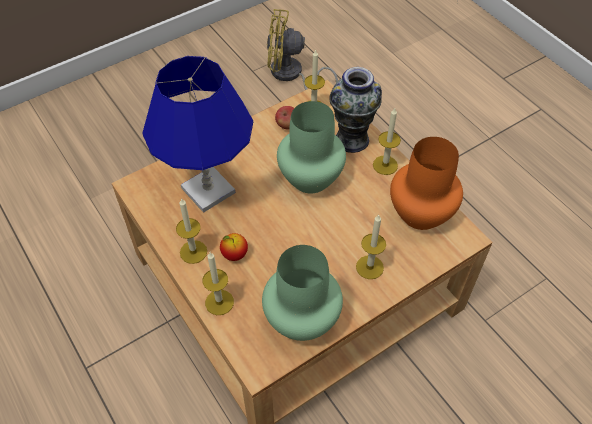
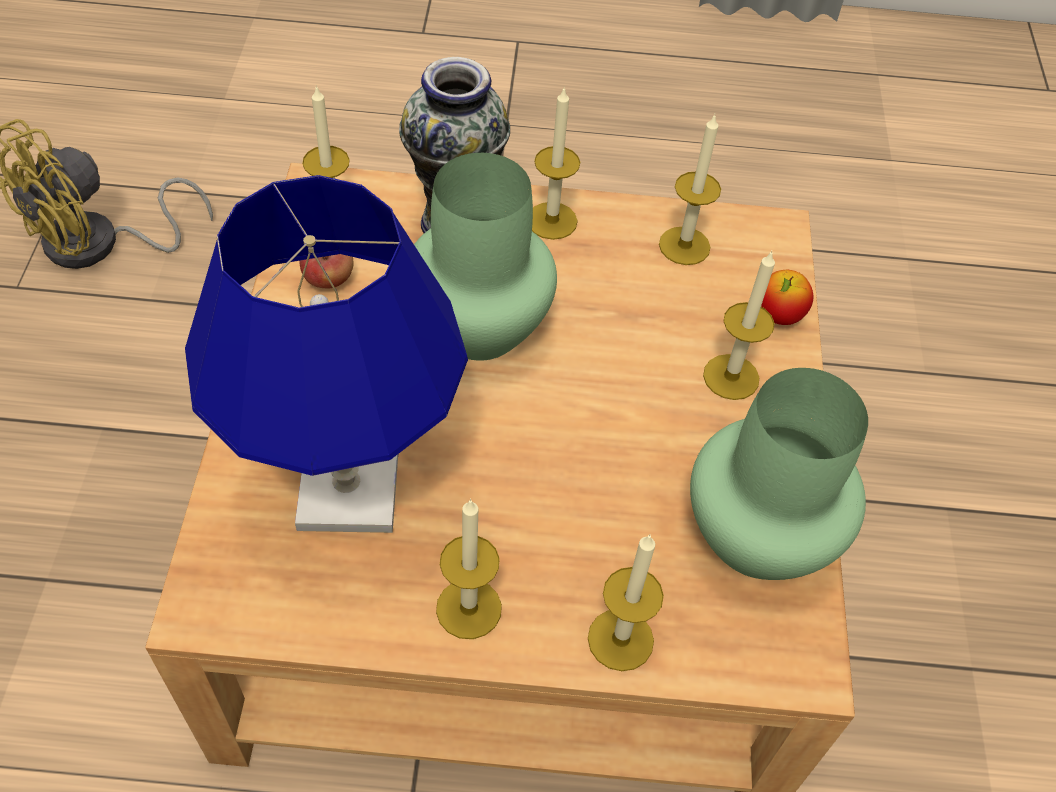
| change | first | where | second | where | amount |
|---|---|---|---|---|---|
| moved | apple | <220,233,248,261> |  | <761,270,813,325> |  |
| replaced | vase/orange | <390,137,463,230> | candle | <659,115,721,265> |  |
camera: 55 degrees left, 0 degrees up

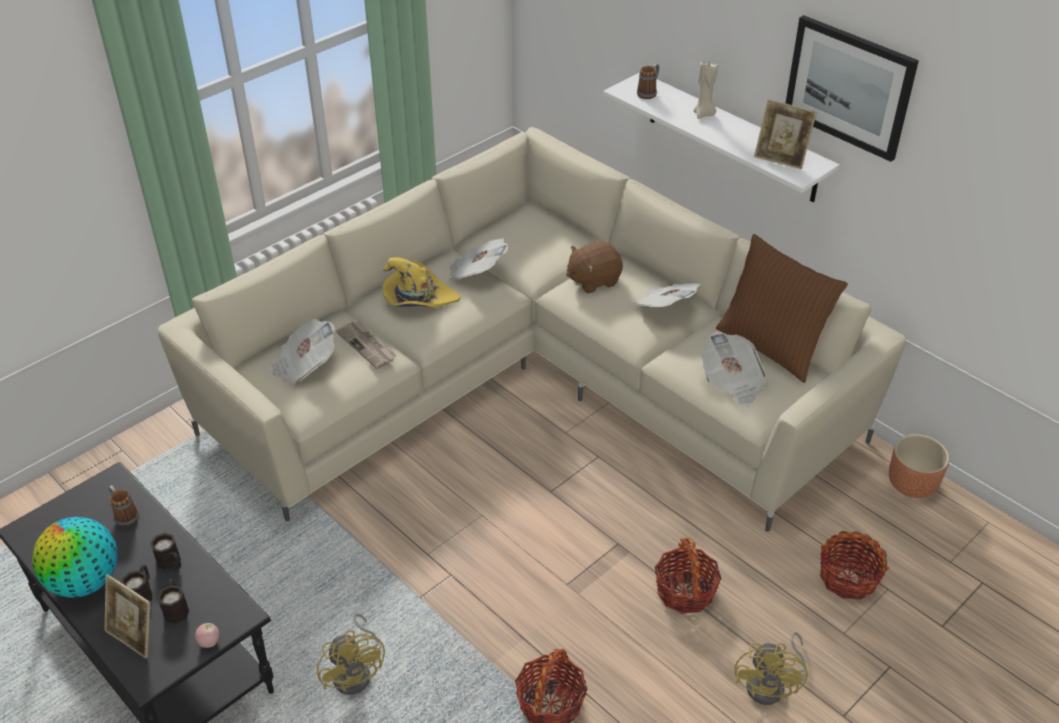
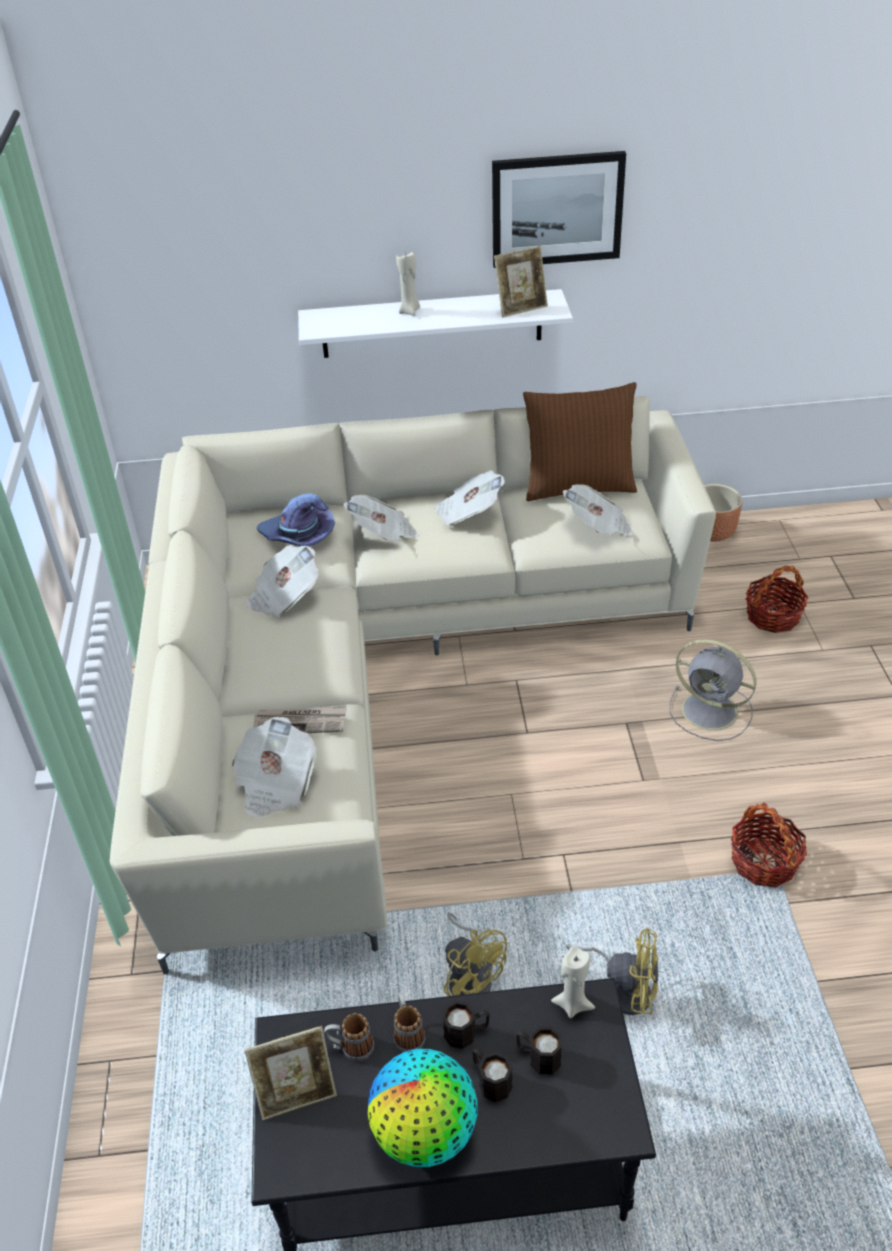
| change | first | where | second | where | amount |
|---|---|---|---|---|---|
| removed | apple | <195,623,219,648> |  |  |  |
| removed | hat/yellow | <382,257,461,307> |  |  |  |
| added |  |  | hat/purple | <257,493,335,547> |  |
| added |  |  | candle/beige | <551,946,595,1018> |  |
| moved | picture frame | <104,574,150,659> |  | <245,1026,337,1120> |  |
| moved | mug | <637,64,659,99> |  | <394,993,426,1052> |  |
| moved | fan/yellow | <735,632,808,705> |  | <444,912,507,996> |  |
| replaced | plush toy/brown | <566,241,623,294> | newspaper | <344,495,420,541> |  |
| replaced | basket | <655,538,722,614> | fan/grey | <670,639,757,741> |  |
camera: 50 degrees left, 0 degrees up

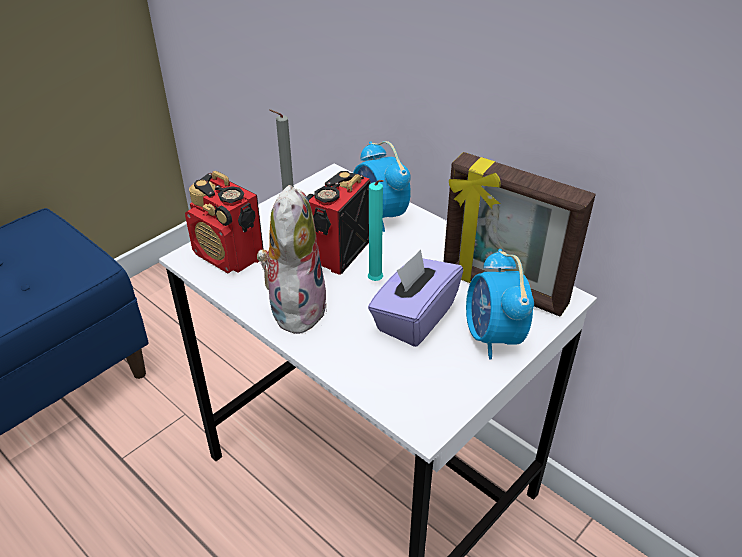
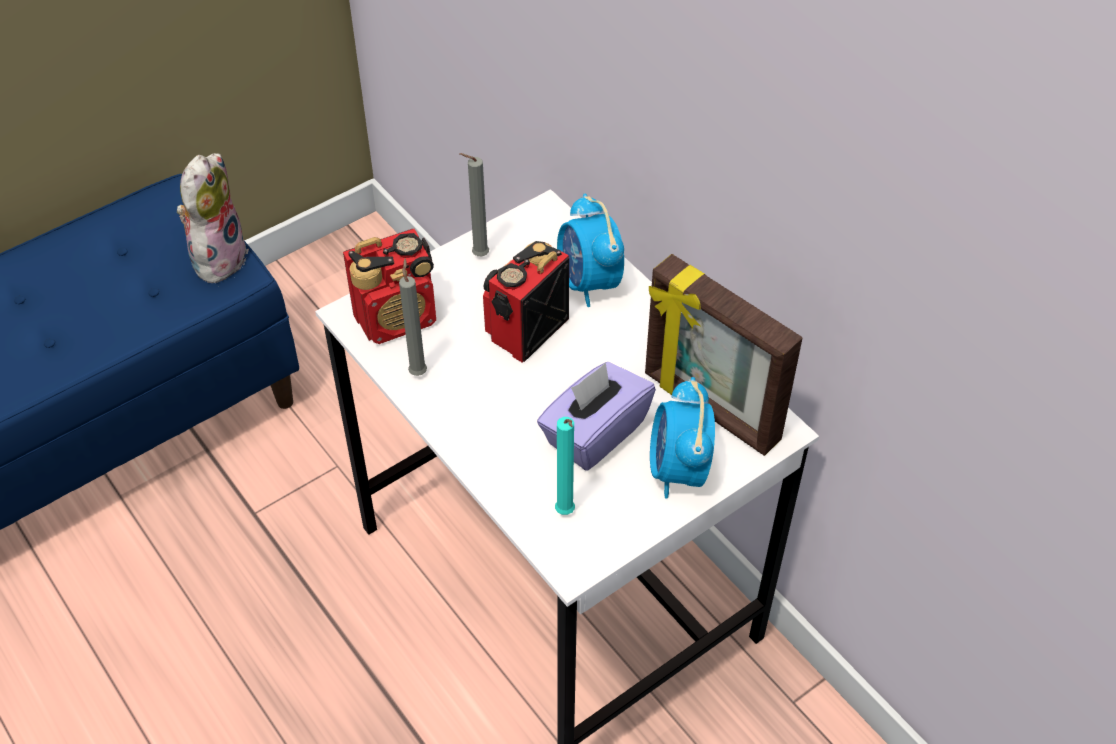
| change | first | where | second | where | amount |
|---|---|---|---|---|---|
| added |  |  | candle/grey | <399,258,427,376> |  |
| moved | plush toy | <257,185,327,336> |  | <177,153,248,283> |  |
| moved | candle/turquoise | <368,180,384,281> |  | <555,417,575,515> |  |
| turned | radio | <185,171,264,274> |  | <343,229,436,344> | 75 degrees counterclockwise |
camera: 10 degrees right, 10 degrees up

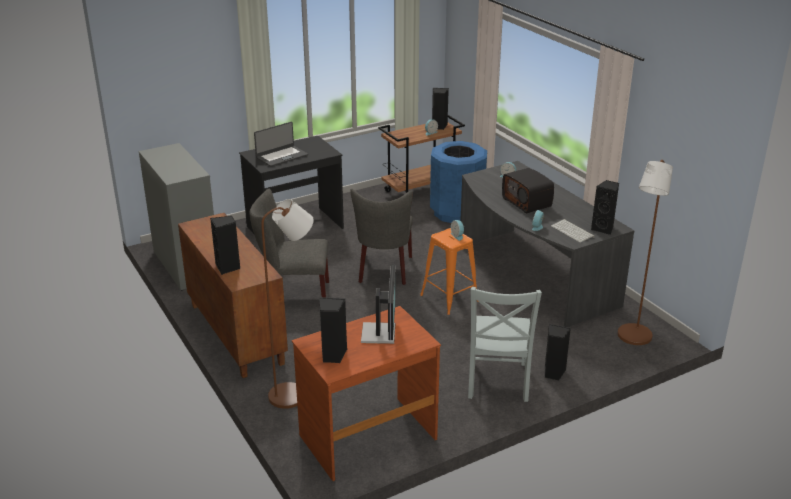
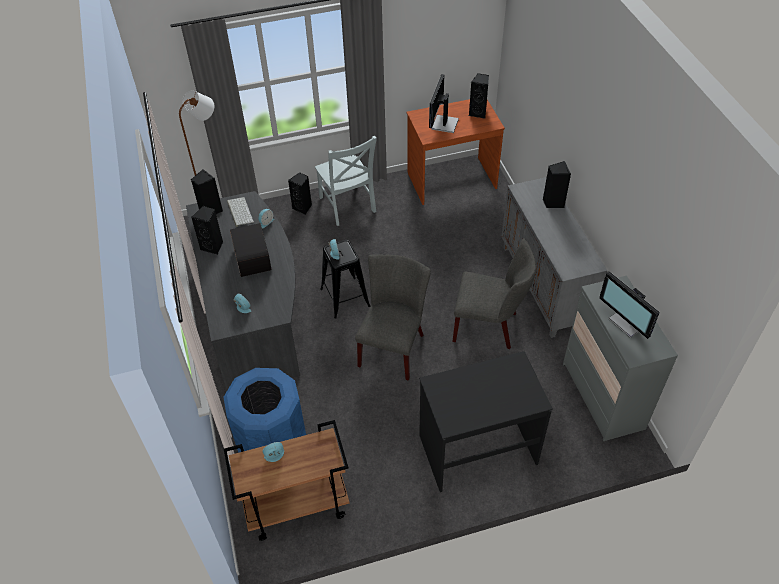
| change | first | where | second | where | amount |
|---|---|---|---|---|---|
| removed | laptop | <254,122,308,167> |  |  |  |
| removed | floor lamp/brown | <261,199,314,409> |  |  |  |
| added |  |  | monitor | <599,271,660,339> |  |
| moved | speaker/black | <432,88,449,130> |  | <191,206,223,255> |  |
| recoloured | cabinet/brown | <178,213,288,378> | cabinet/grey | <501,177,608,338> |  |
| recoloured | stool/orange | <420,228,478,315> | stool/black | <320,239,370,319> |  |
| turned | chair/grey | <468,287,542,402> |  | <315,136,377,226> | 135 degrees clockwise |
camera: 165 degrees left, 20 degrees up

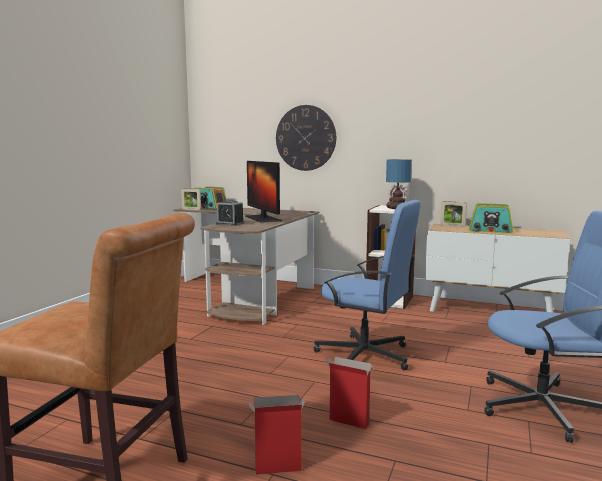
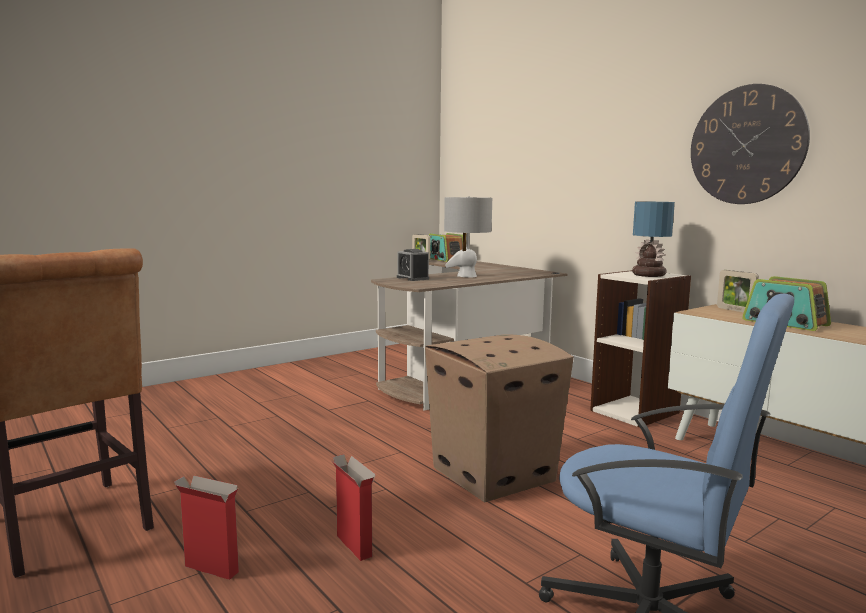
| change | first | where | second | where | amount |
|---|---|---|---|---|---|
| moved | wall clock | <276,105,336,171> |  | <691,84,810,204> |  |
| replaced | monitor | <245,161,282,223> | table lamp/grey | <444,197,492,278> |  |
| replaced | office chair/blue | <314,200,420,371> | cardboard box | <425,334,574,503> |  |
camera: 30 degrees right, 0 degrees up

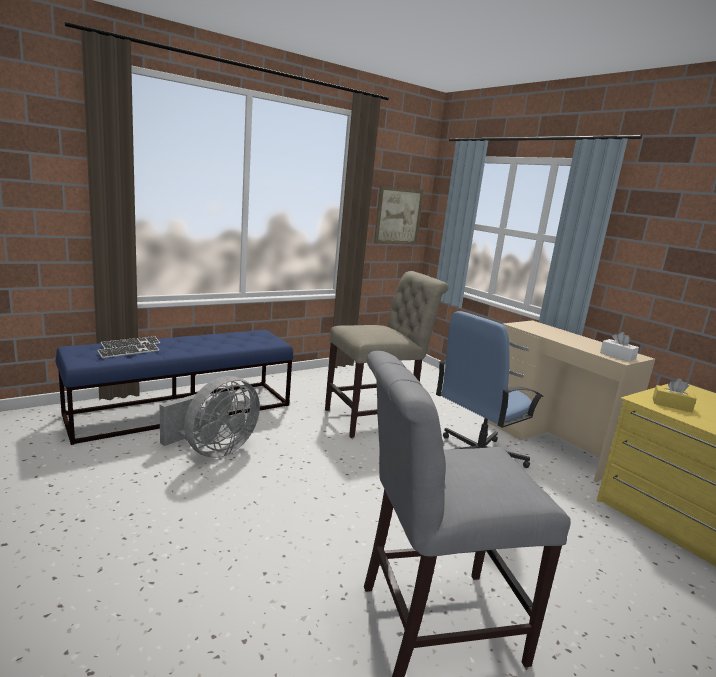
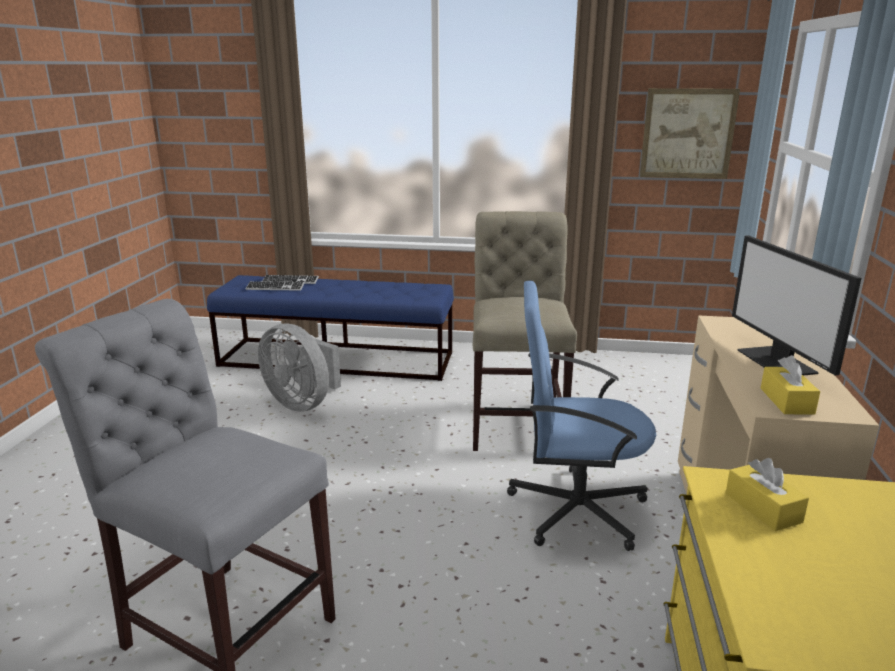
| change | first | where | second | where | amount |
|---|---|---|---|---|---|
| added |  |  | monitor | <732,235,862,375> |  |
| recoloured | tissue box/white | <600,332,639,362> | tissue box/yellow | <761,355,820,415> |  |
| turned | fan/grey | <160,376,260,458> |  | <258,323,341,412> | 45 degrees clockwise |
| turned | chair/beige | <325,271,449,438> |  | <473,211,577,451> | 105 degrees counterclockwise |
camera: 45 degrees right, 5 degrees up

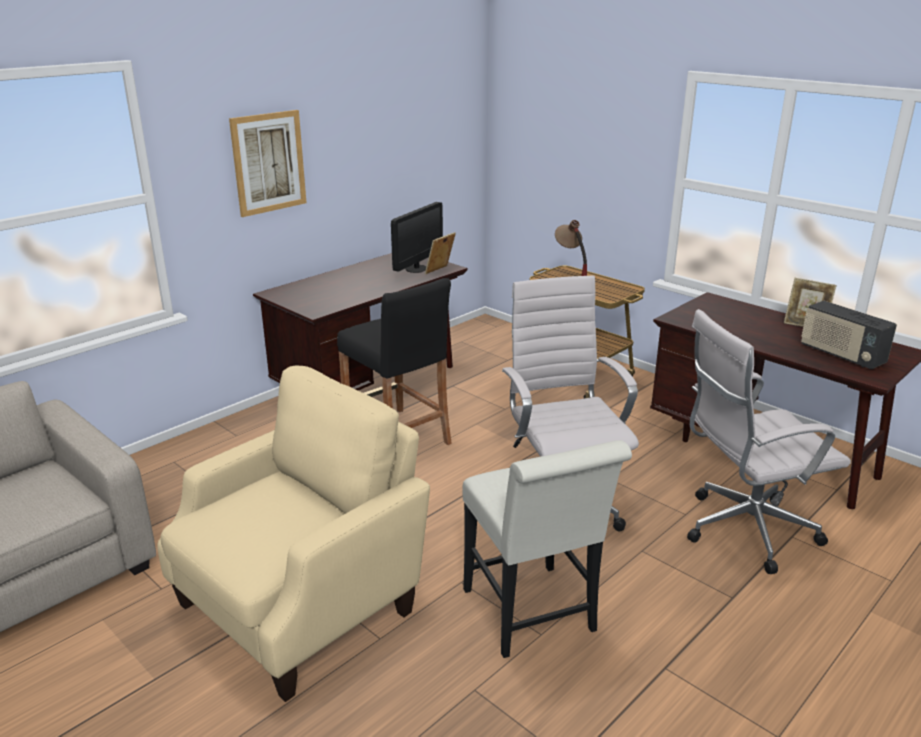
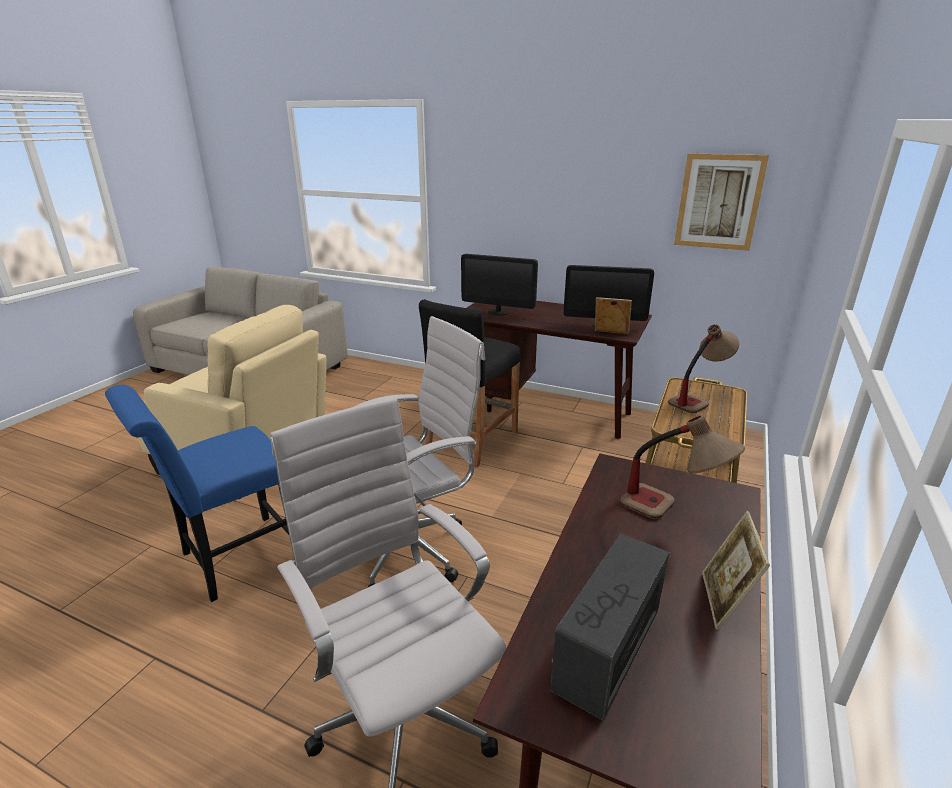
| change | first | where | second | where | amount |
|---|---|---|---|---|---|
| added |  |  | monitor | <461,254,538,315> |  |
| added |  |  | table lamp | <620,415,745,519> |  |
| moved | picture | <229,110,307,217> |  | <674,153,769,251> |  |
| recoloured | chair/white | <462,440,632,658> | chair/blue | <105,385,289,602> |  |
camera: 70 degrees right, 0 degrees up

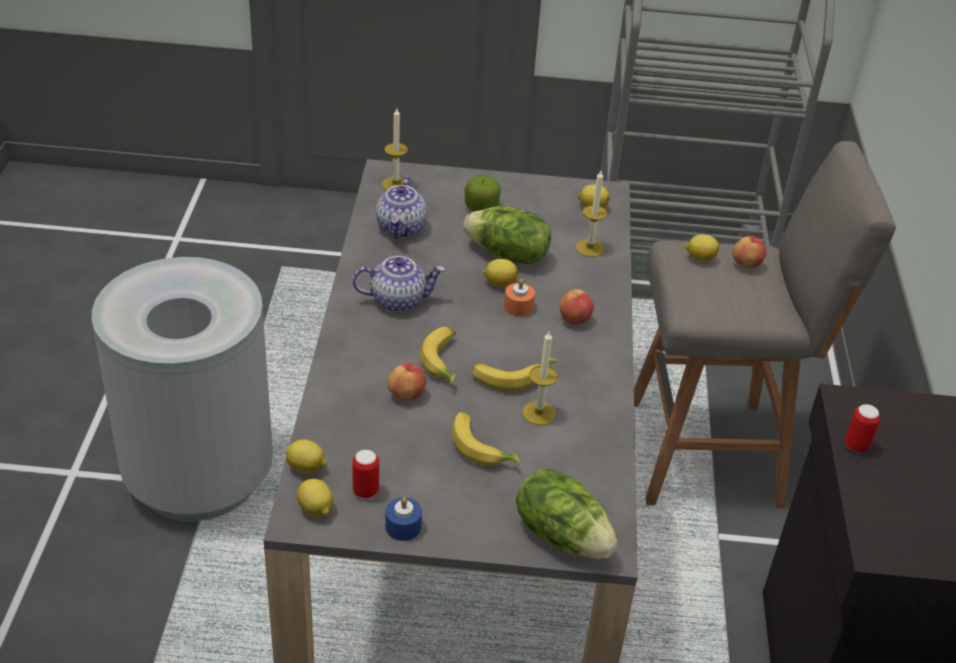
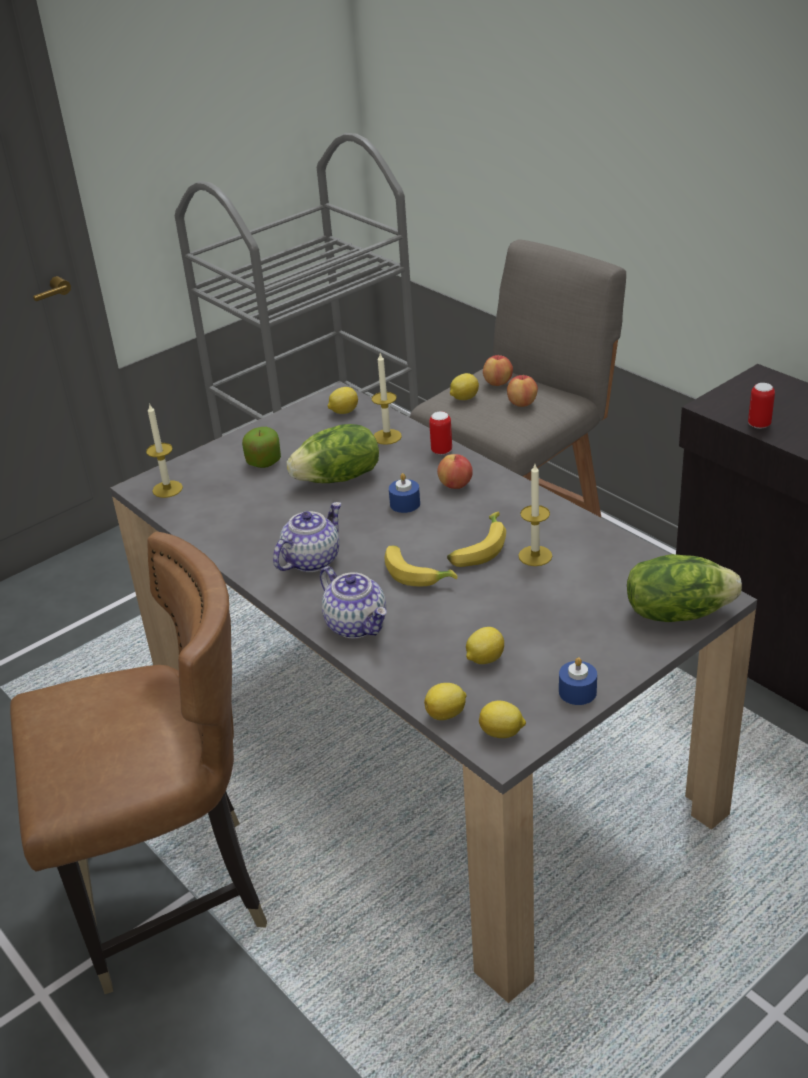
| change | first | where | second | where | amount |
|---|---|---|---|---|---|
| removed | banana | <452,412,520,466> |  |  |  |
| moved | can | <352,450,379,499> |  | <429,412,452,455> |  |
| moved | teapot | <376,176,427,238> |  | <320,566,387,638> |  |
| moved | apple | <388,363,426,400> |  | <507,375,538,407> |  |
| moved | lemon | <483,259,518,287> |  | <466,627,504,664> |  |
| replaced | trash can/grey | <92,257,273,522> | chair/brown | <10,532,267,994> |  |
| recoloured | candle/orange | <504,279,535,317> | candle/blue | <389,473,420,513> |  |
camera: 40 degrees left, 5 degrees down

